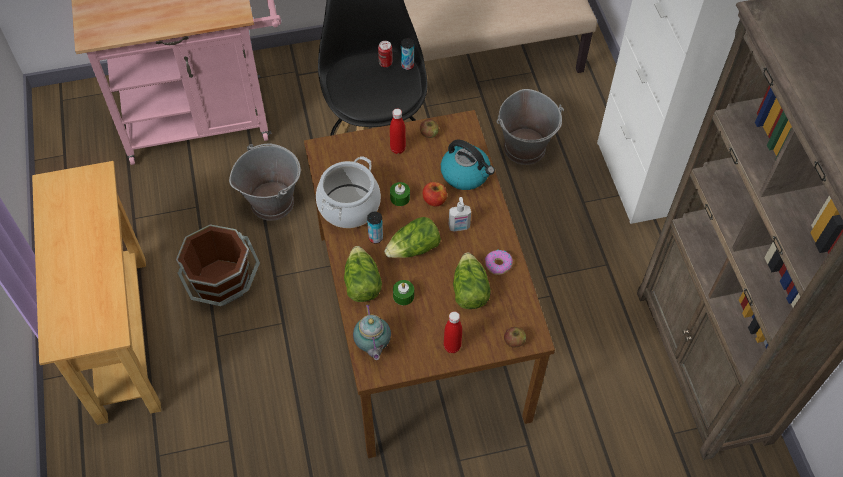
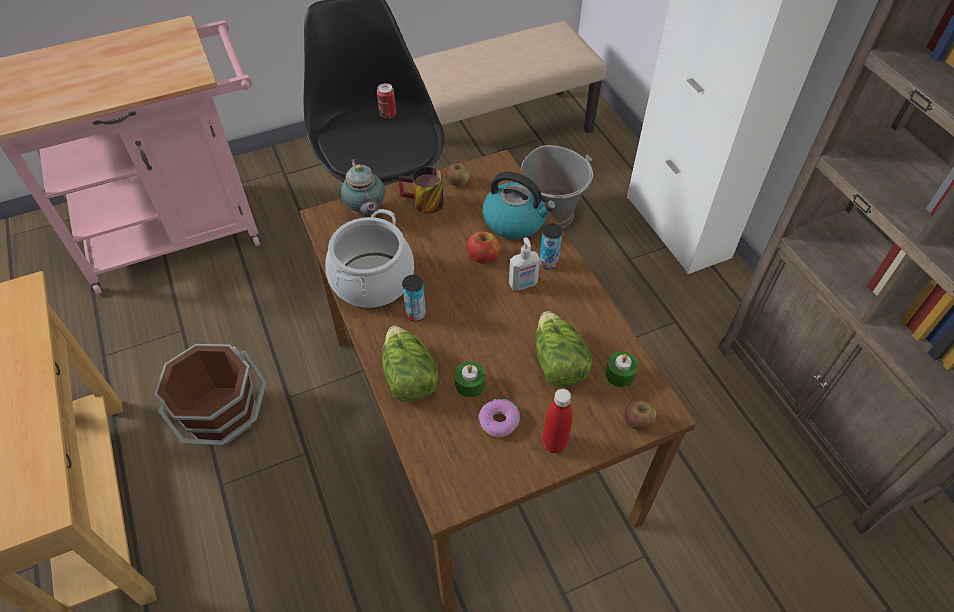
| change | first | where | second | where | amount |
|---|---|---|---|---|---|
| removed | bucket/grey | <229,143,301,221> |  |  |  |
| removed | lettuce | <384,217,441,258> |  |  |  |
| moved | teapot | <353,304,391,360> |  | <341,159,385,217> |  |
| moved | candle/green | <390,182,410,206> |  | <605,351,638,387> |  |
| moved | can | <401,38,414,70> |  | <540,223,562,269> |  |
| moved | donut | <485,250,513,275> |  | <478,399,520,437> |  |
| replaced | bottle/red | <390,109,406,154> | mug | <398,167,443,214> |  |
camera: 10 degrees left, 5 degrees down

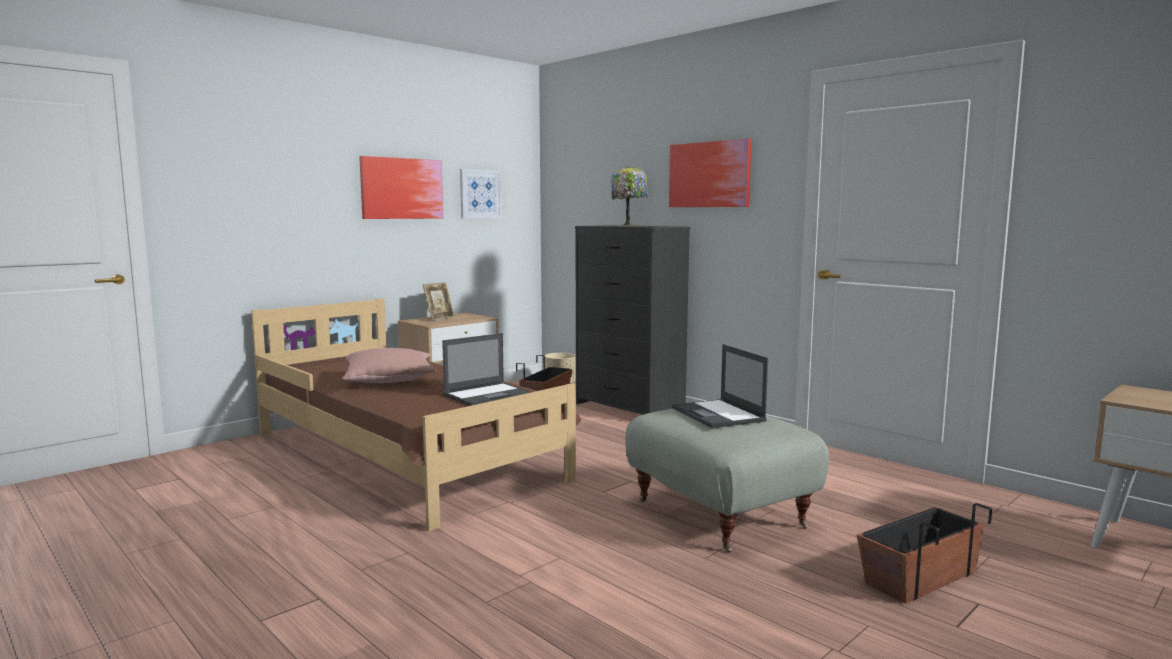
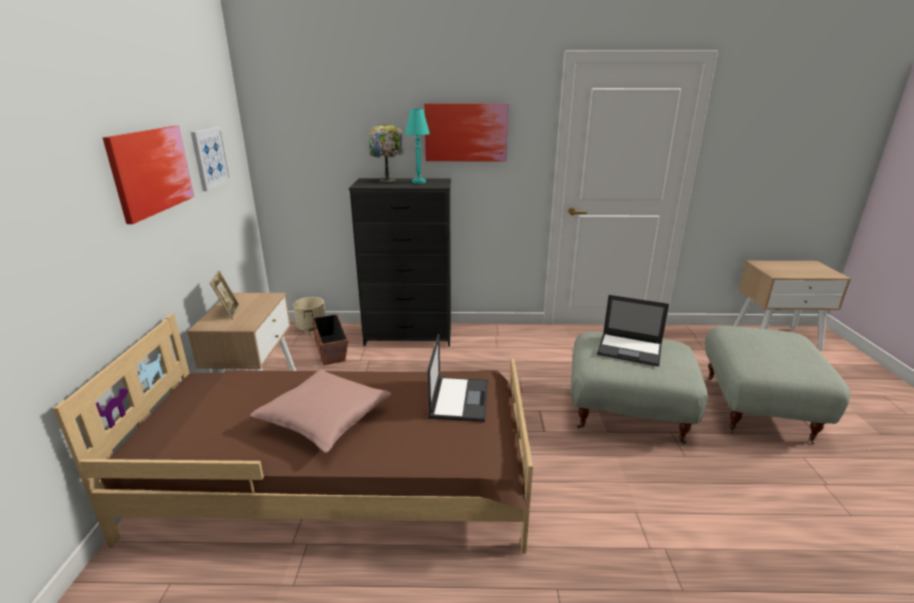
| change | first | where | second | where | amount |
|---|---|---|---|---|---|
| added |  |  | table lamp/turquoise | <405,109,430,184> |  |
| replaced | planter | <857,503,992,604> | ottoman/grey | <705,326,850,444> |  |
camera: 45 degrees left, 15 degrees up

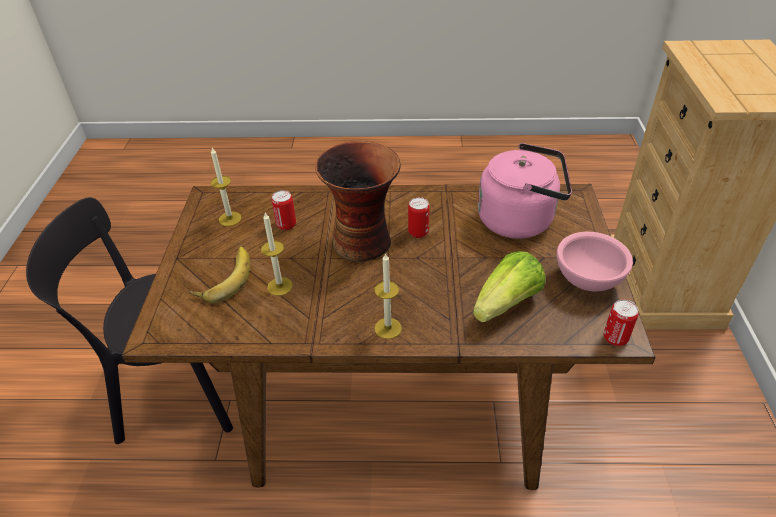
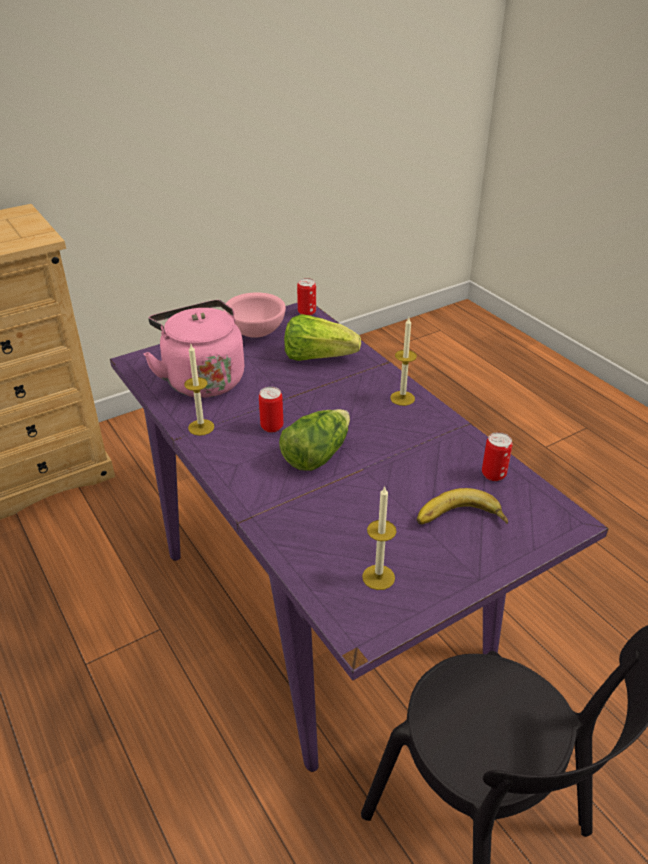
| change | first | where | second | where | amount |
|---|---|---|---|---|---|
| moved | candle | <261,213,293,296> |  | <184,344,214,436> |  |
| moved | can | <272,190,296,230> |  | <482,432,513,481> |  |
| replaced | vase | <315,141,401,262> | lettuce | <279,409,350,471> |  |
| recoloured | dining table/brown | <122,184,656,490> | dining table/purple | <110,303,608,772> |  |
camera: 125 degrees left, 5 degrees down

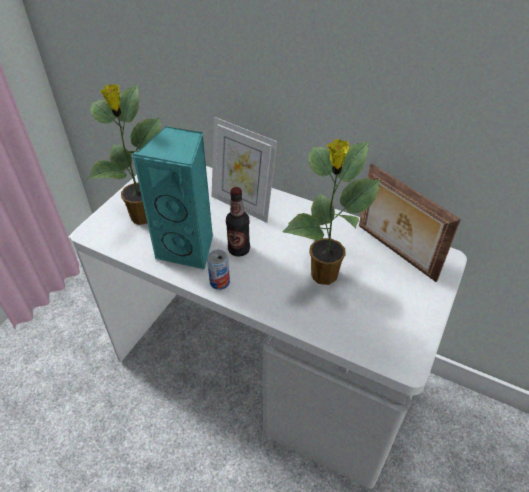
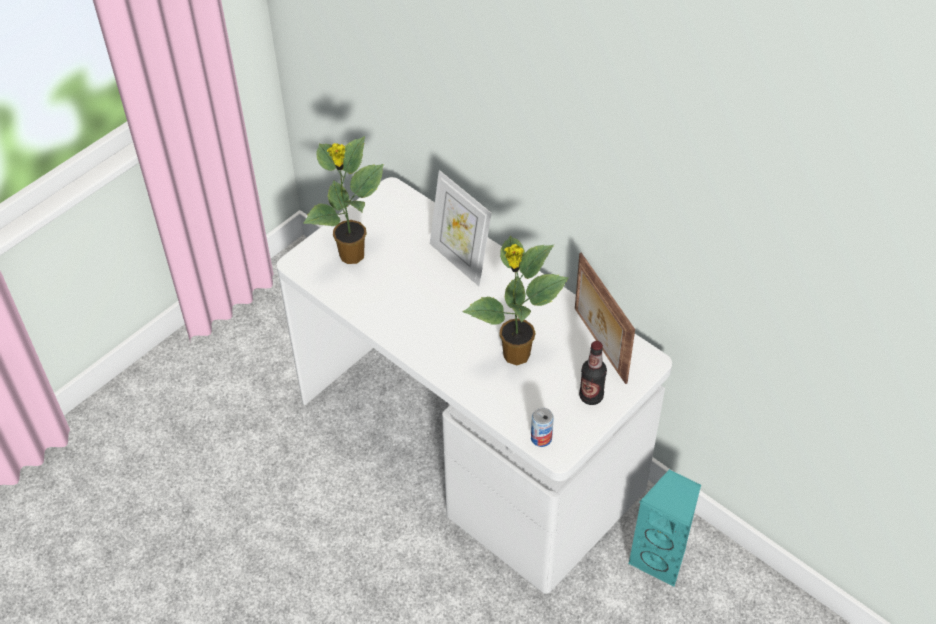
| change | first | where | second | where | amount |
|---|---|---|---|---|---|
| moved | speaker/turquoise | <132,126,213,269> |  | <628,469,701,587> |  |
| moved | can | <207,250,230,290> |  | <531,408,554,447> |  |
| moved | bottle | <226,187,250,256> |  | <579,341,607,405> |  |
camera: 15 degrees right, 5 degrees up

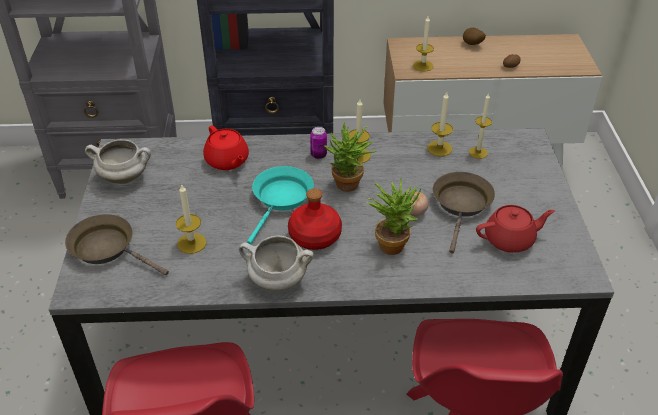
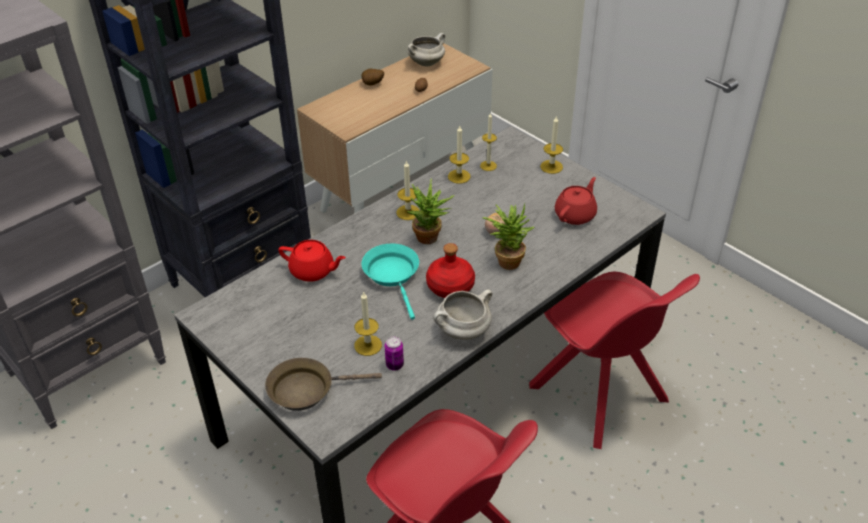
| change | first | where | second | where | amount |
|---|---|---|---|---|---|
| removed | frying pan/brown | <433,172,495,253> |  |  |  |
| moved | cooking pot/white | <85,139,151,184> |  | <408,33,445,67> |  |
| moved | can | <310,127,327,159> |  | <385,337,404,371> |  |
| moved | candle | <413,17,434,72> |  | <540,115,563,174> |  |
camera: 40 degrees left, 0 degrees up

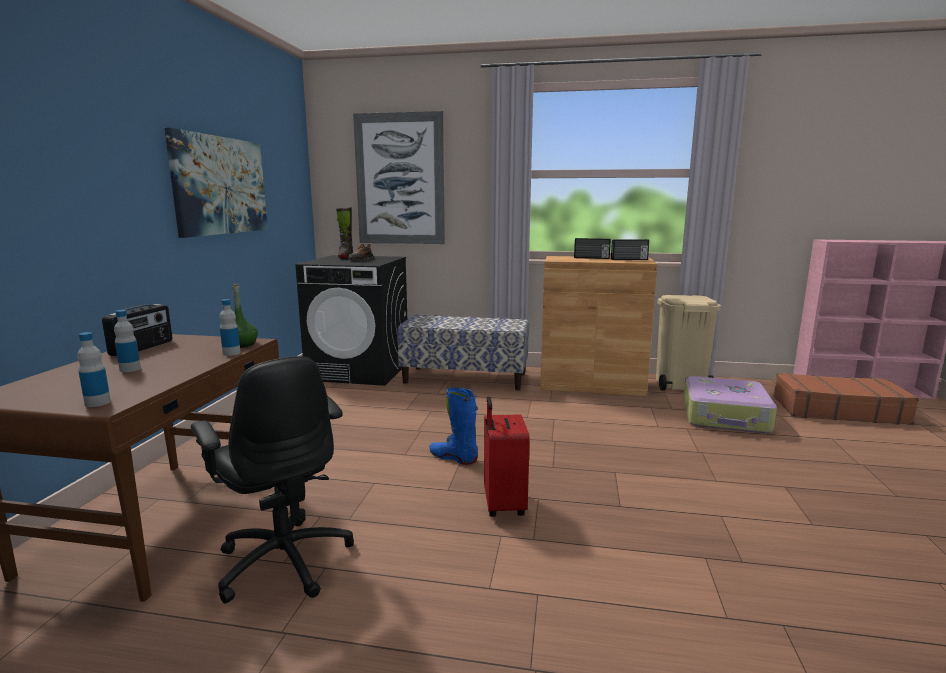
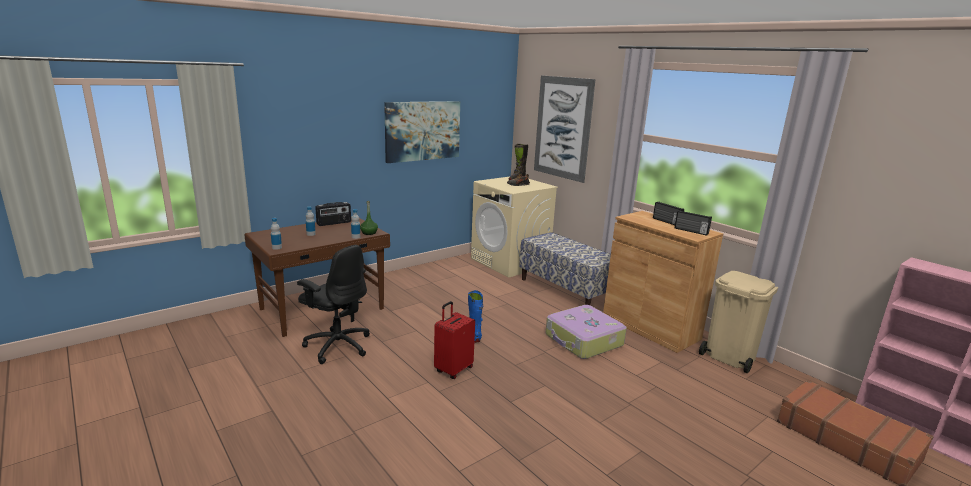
| change | first | where | second | where | amount |
|---|---|---|---|---|---|
| moved | suitcase | <683,376,777,433> |  | <546,305,627,359> |  |
| recoloured | washing machine/black | <295,255,407,386> | washing machine/beige | <471,177,558,278> |  |
| turned | office chair/black | <191,356,354,604> |  | <297,245,370,364> | 60 degrees counterclockwise |
camera: 40 degrees right, 5 degrees up

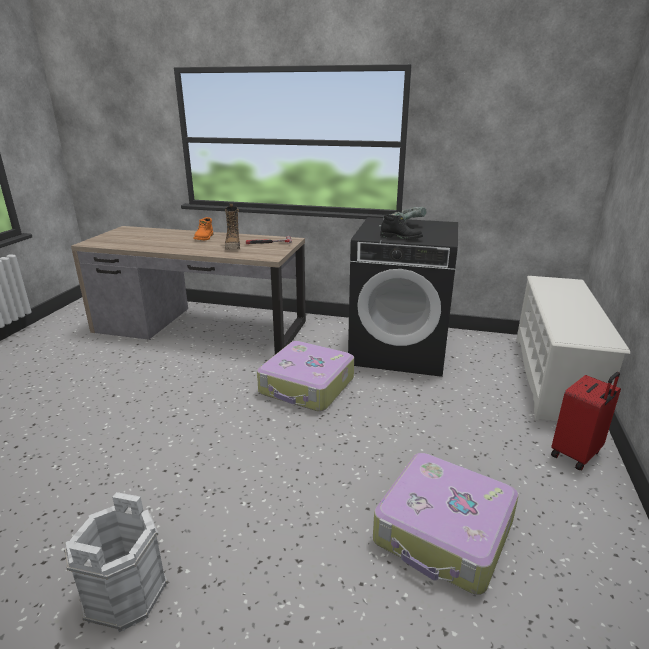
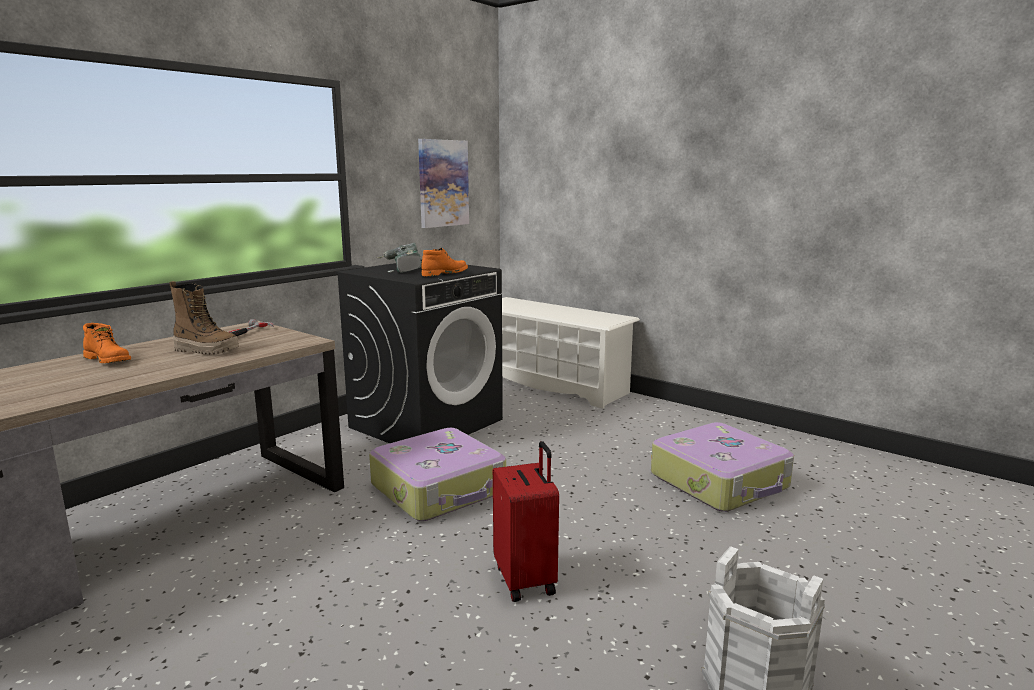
| change | first | where | second | where | amount |
|---|---|---|---|---|---|
| added |  |  | picture | <418,139,469,228> |  |
| moved | suitcase/red | <551,372,621,470> |  | <493,441,559,602> |  |
| recoloured | boot/black | <380,214,423,239> | boot/orange | <421,248,468,276> |  |
camera: 65 degrees left, 10 degrees down

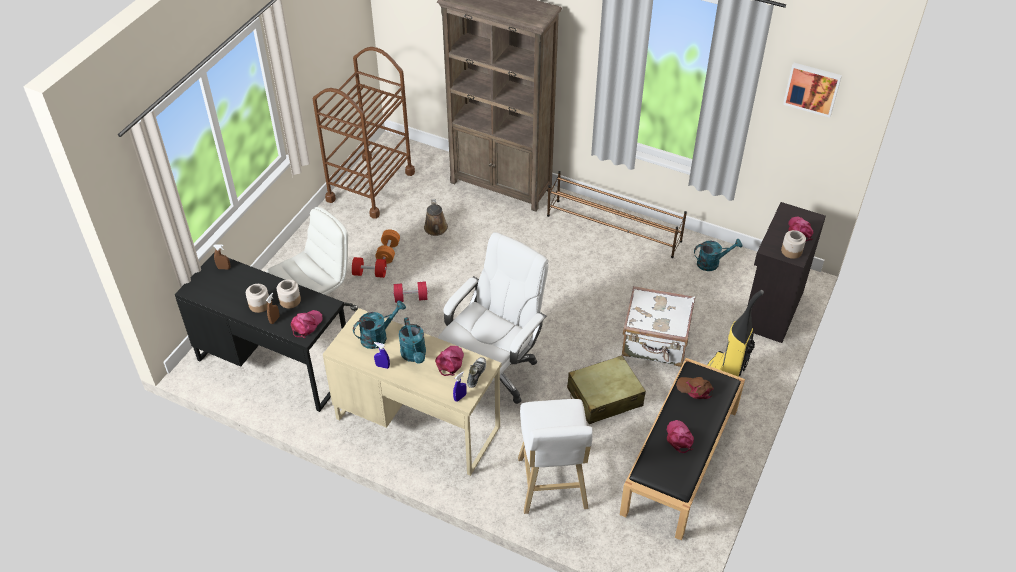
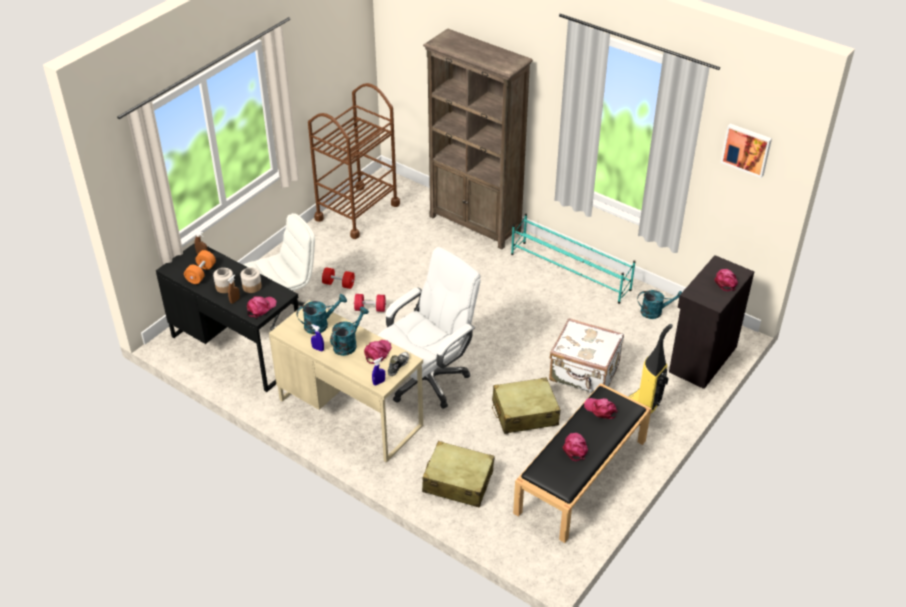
| change | first | where | second | where | amount |
|---|---|---|---|---|---|
| removed | watering can/brown | <424,199,448,236> |  |  |  |
| removed | jar | <781,230,806,259> |  |  |  |
| moved | dumbbell/orange | <375,229,400,264> |  | <184,250,216,284> |  |
| replaced | stool/white | <518,399,593,514> | suitcase/beige | <422,441,494,508> |  |
| recoloured | shoe rack/brown | <547,171,687,258> | shoe rack/turquoise | <511,214,636,304> |  |
| recoloured | cap/brown | <676,377,714,399> | cap/pink | <584,398,618,419> |  |
| turned | watering can/turquoise | <399,317,426,364> |  | <330,307,369,356> | 135 degrees counterclockwise |
camera: 10 degrees right, 5 degrees down

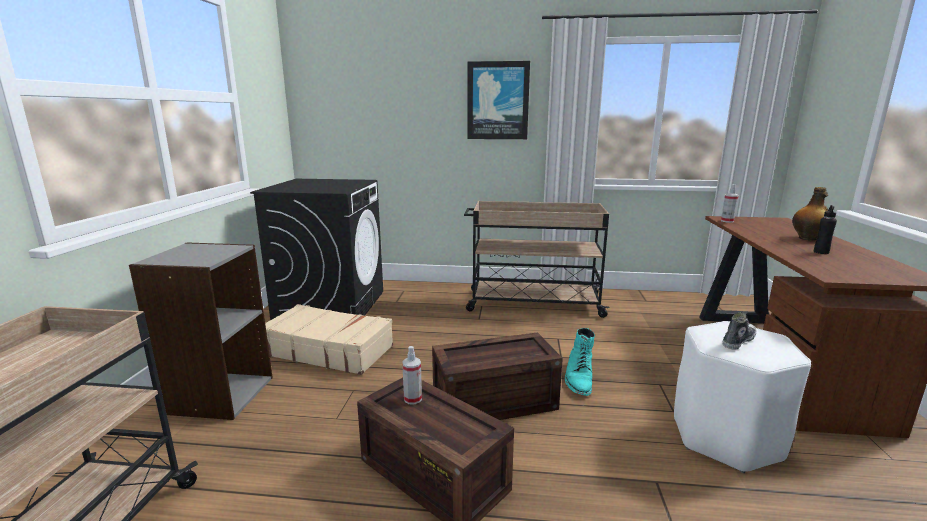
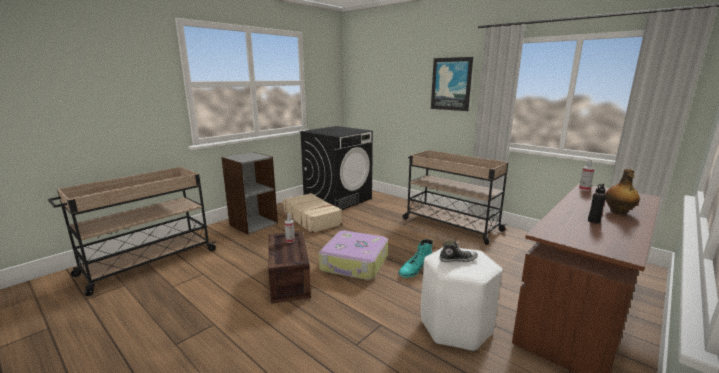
| change | first | where | second | where | amount |
|---|---|---|---|---|---|
| replaced | crate | <432,332,563,420> | suitcase | <319,230,388,280> |  |
camera: 35 degrees right, 0 degrees up

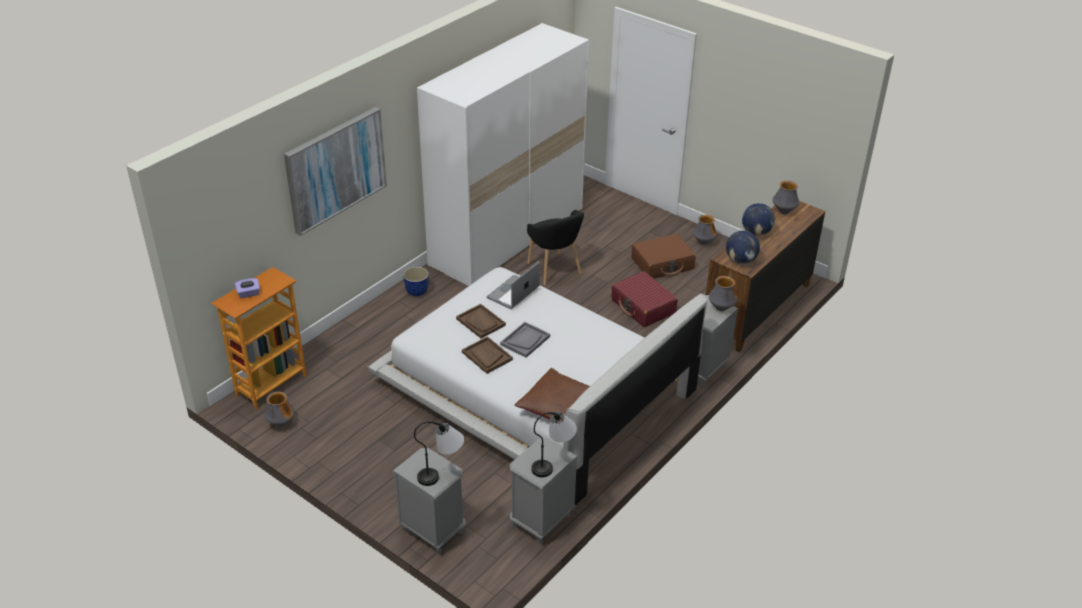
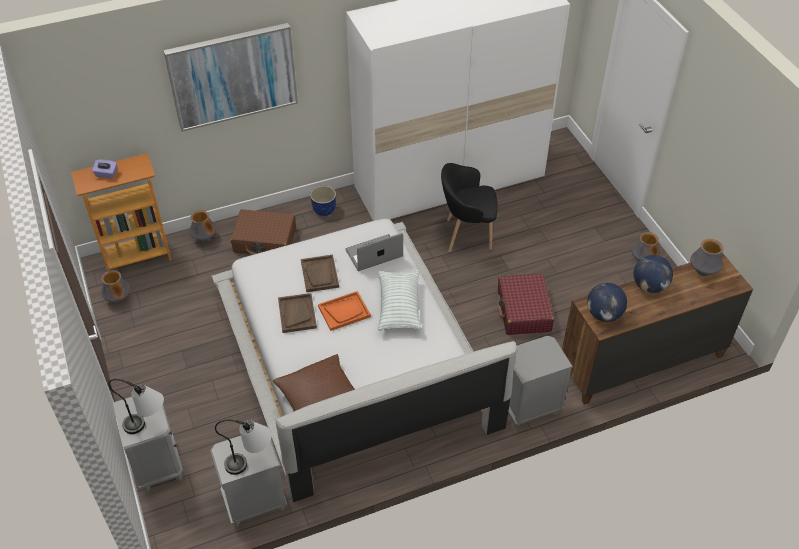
| change | first | where | second | where | amount |
|---|---|---|---|---|---|
| added |  |  | pillow | <378,270,422,331> |  |
| moved | suitcase/brown | <631,234,696,279> |  | <231,209,296,255> |  |
| moved | vase | <709,276,738,311> |  | <189,210,216,242> |  |
| recoloured | tray/grey | <500,322,550,358> | tray/orange | <318,291,371,331> |  |
| turned | armchair/black | <527,210,584,286> |  | <441,163,498,252> | 90 degrees clockwise |
camera: 30 degrees right, 10 degrees up

